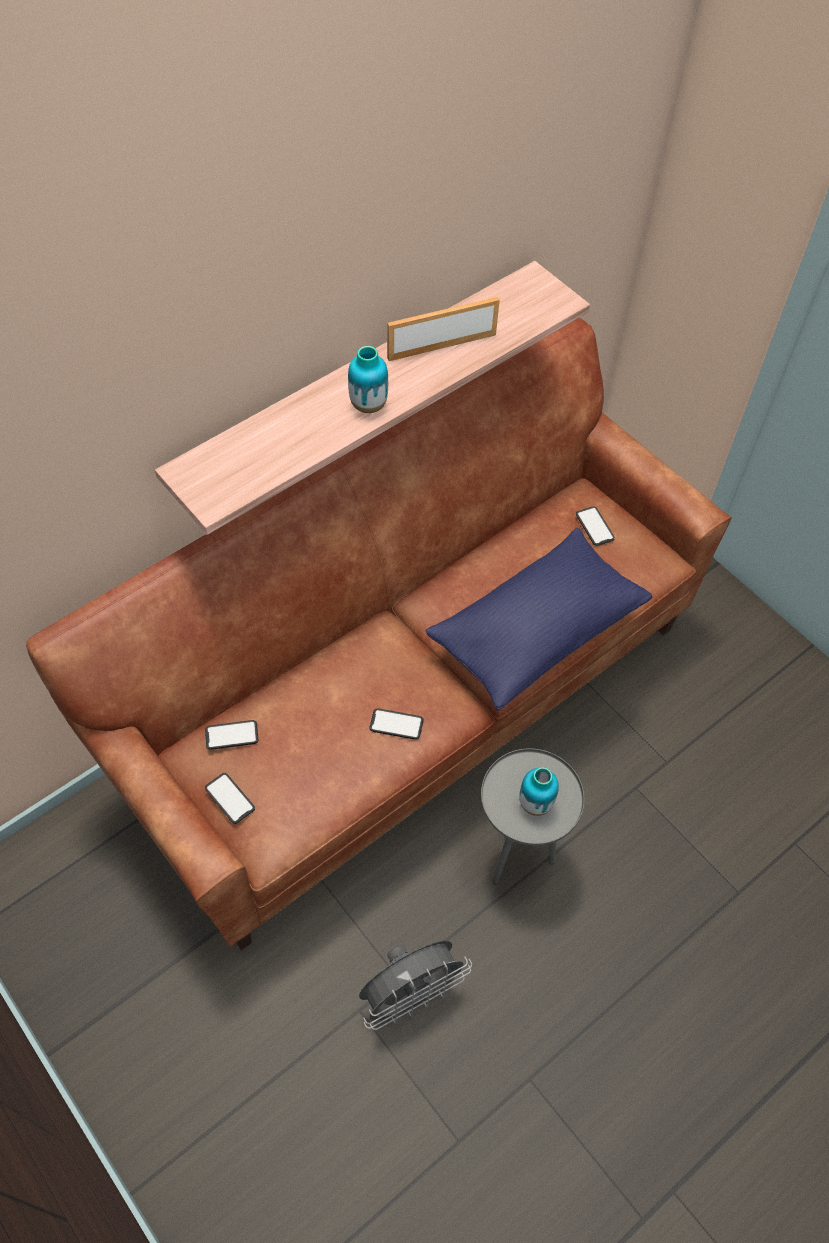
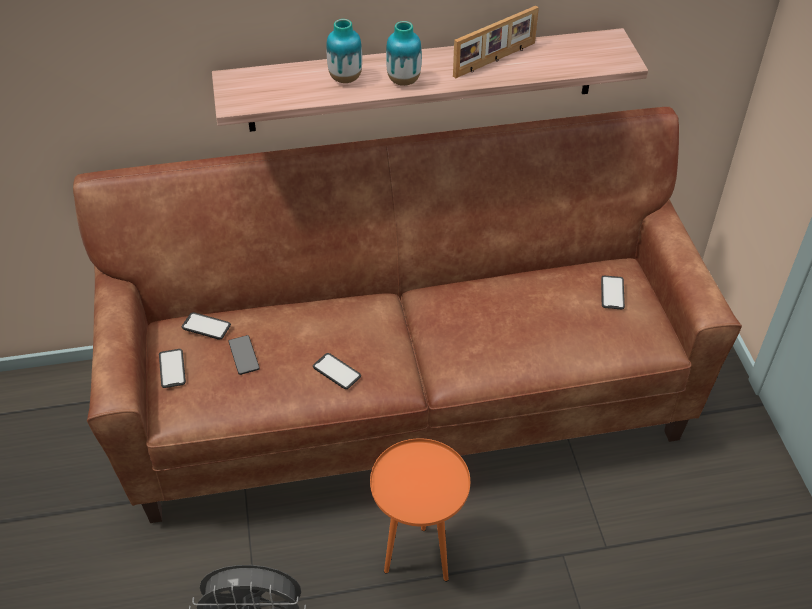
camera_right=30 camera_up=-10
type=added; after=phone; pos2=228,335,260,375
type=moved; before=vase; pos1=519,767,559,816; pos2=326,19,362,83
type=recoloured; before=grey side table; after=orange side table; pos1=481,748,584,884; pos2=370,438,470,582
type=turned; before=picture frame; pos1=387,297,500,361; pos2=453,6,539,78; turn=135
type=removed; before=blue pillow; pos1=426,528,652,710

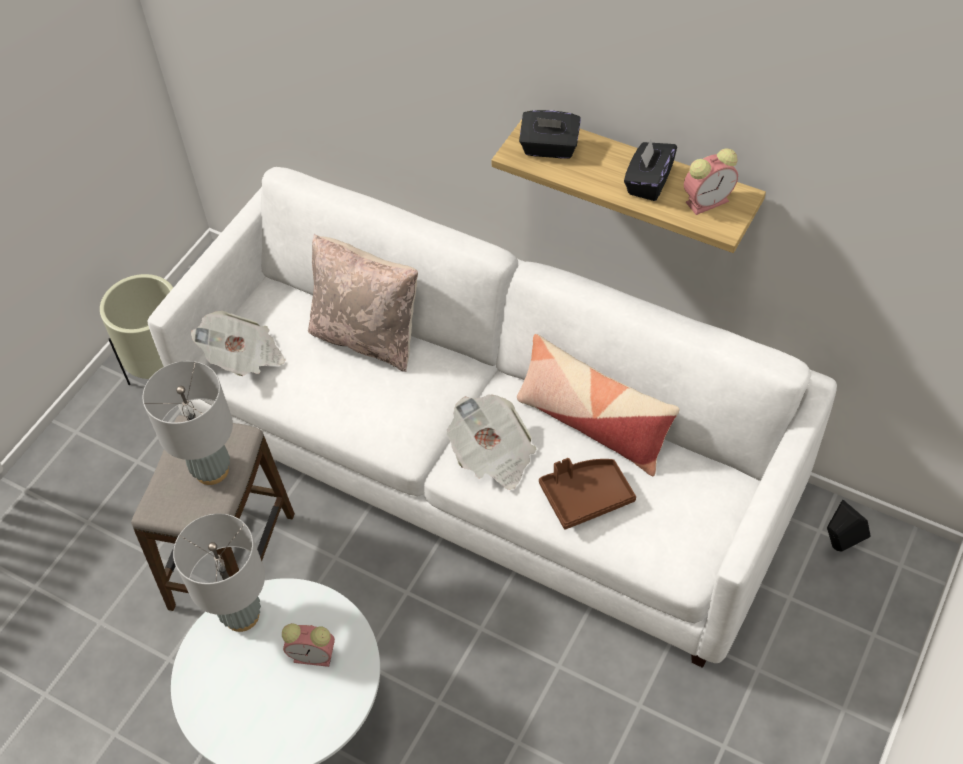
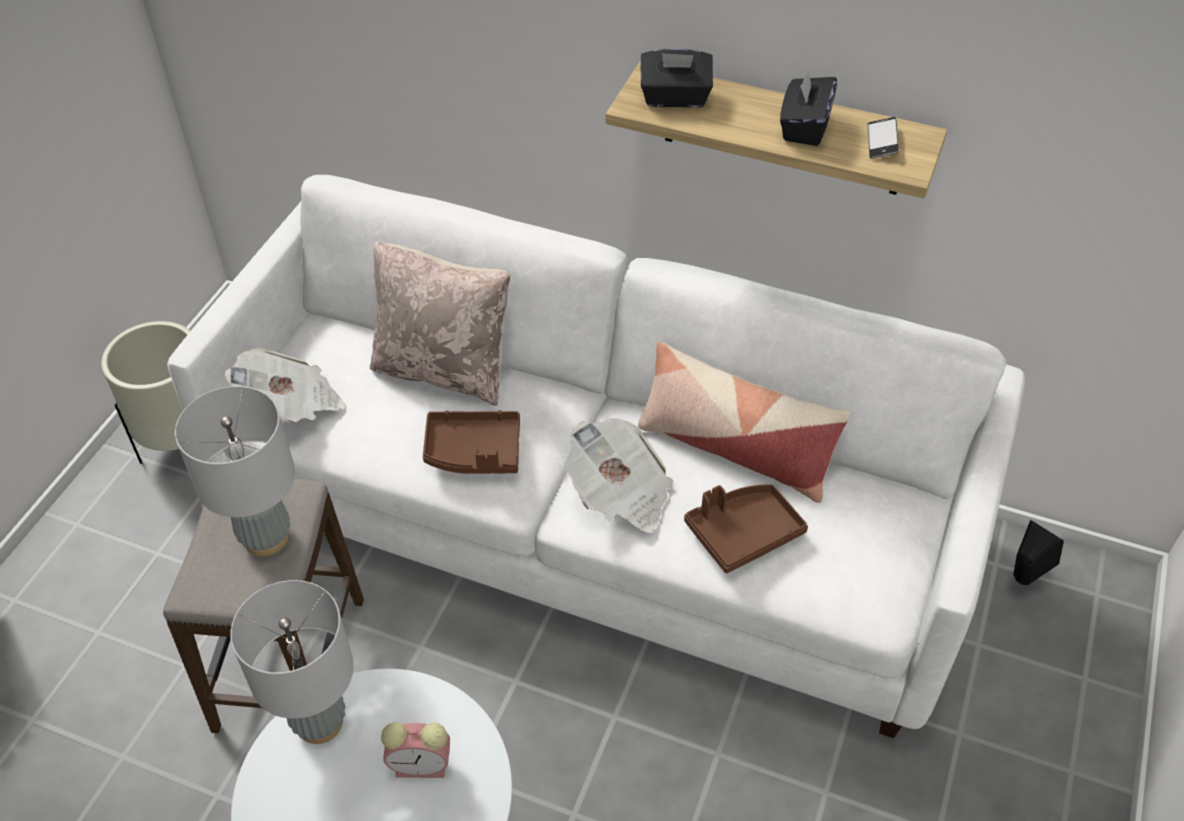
camera_right=-10 camera_up=-5
type=added; after=brown tray; pos2=423,410,520,474
type=replaced; before=alarm clock; after=phone; pos1=684,148,738,215; pos2=868,117,899,159

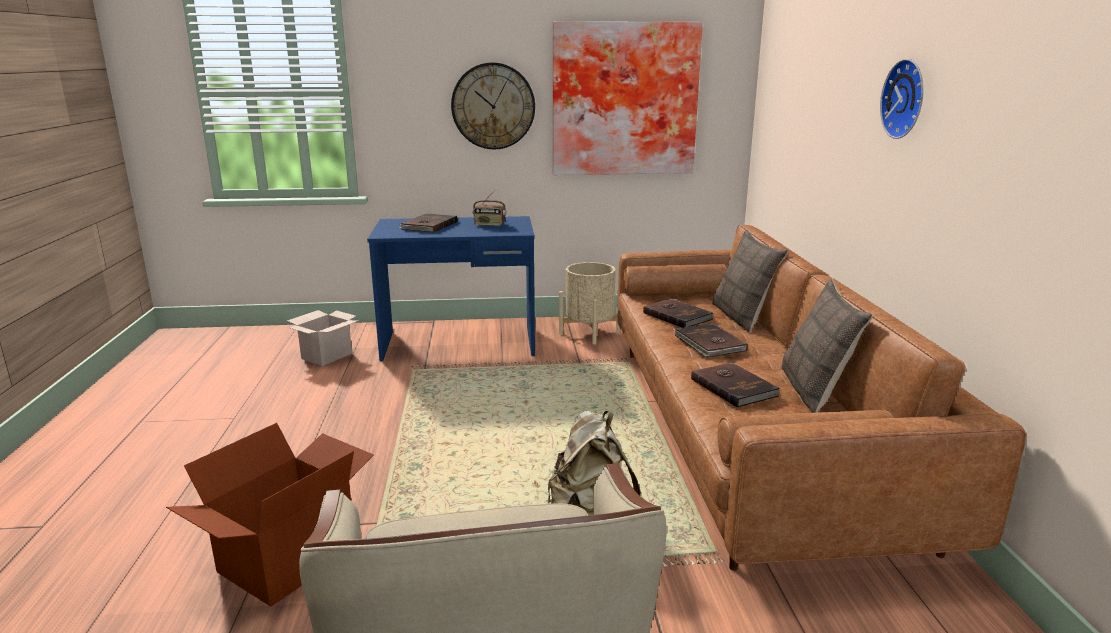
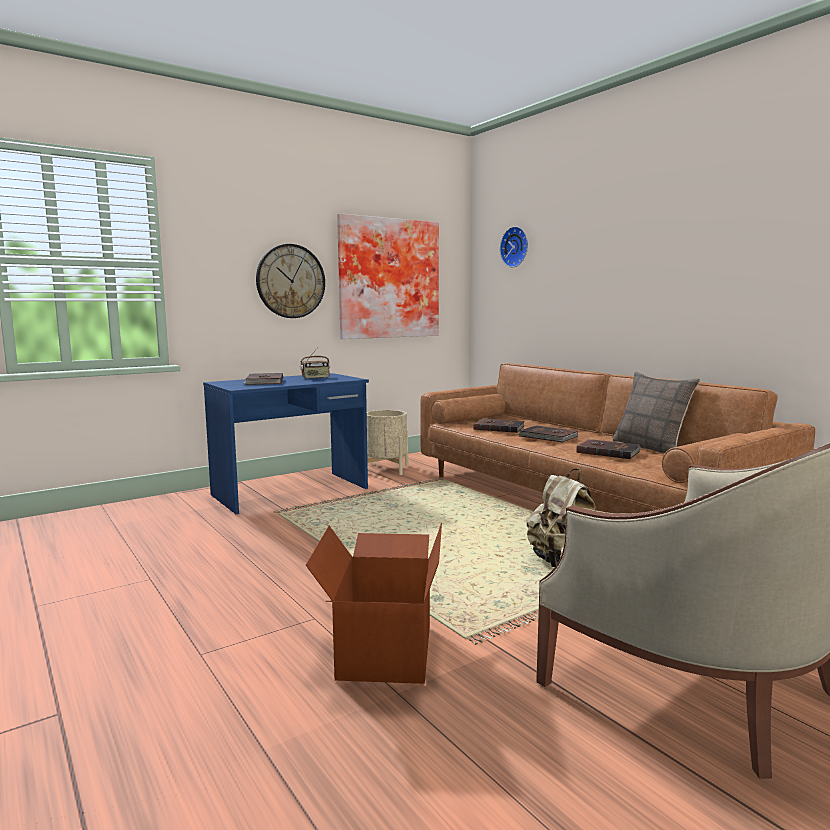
camera_right=-30 camera_up=-10
type=moved; before=wall clock; pos1=880,59,924,139; pos2=500,226,528,267
type=removed; before=cardboard box; pos1=287,310,357,366
type=removed; before=pillow; pos1=712,229,788,333

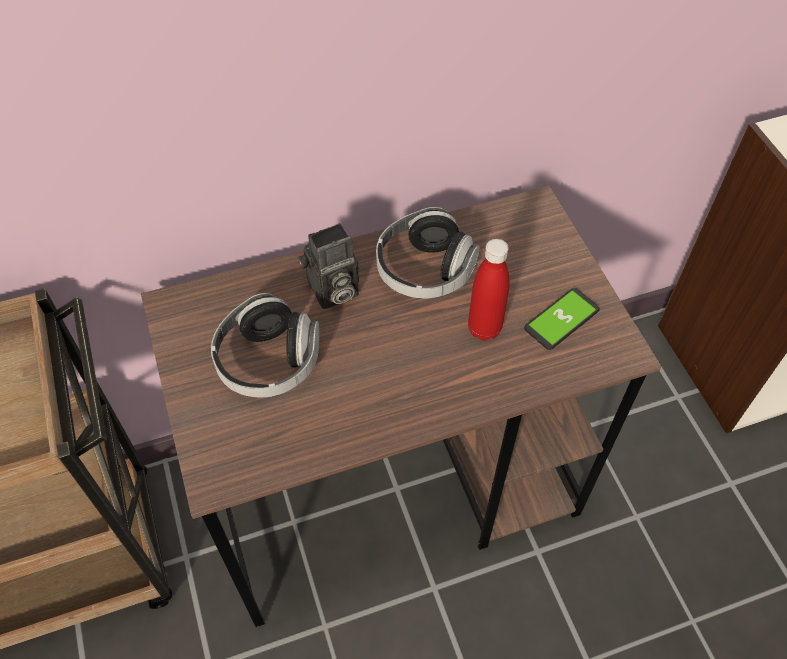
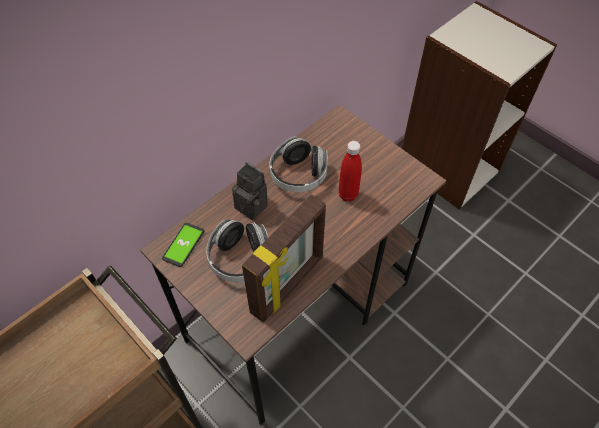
camera_right=-25 camera_up=0
type=moved; before=phone; pos1=524,288,600,350; pos2=162,223,204,267
type=turned; before=photo camera; pos1=298,223,359,309; pos2=232,162,268,220; turn=-90
type=added; after=picture frame; pos2=242,194,326,322

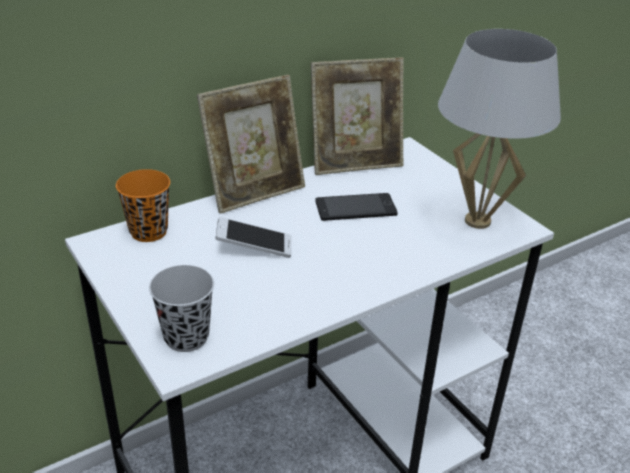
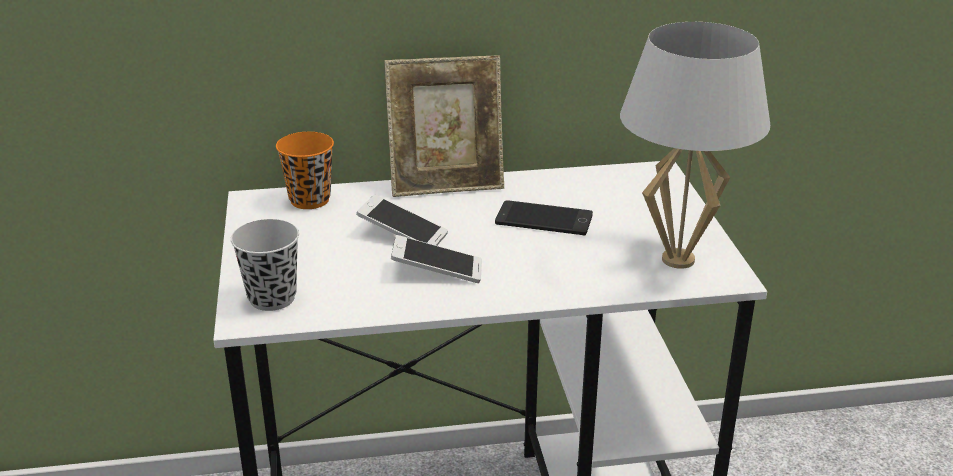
camera_right=25 camera_up=-5
type=added; after=phone; pos2=391,235,482,283
type=removed; before=picture frame; pos1=311,57,404,175

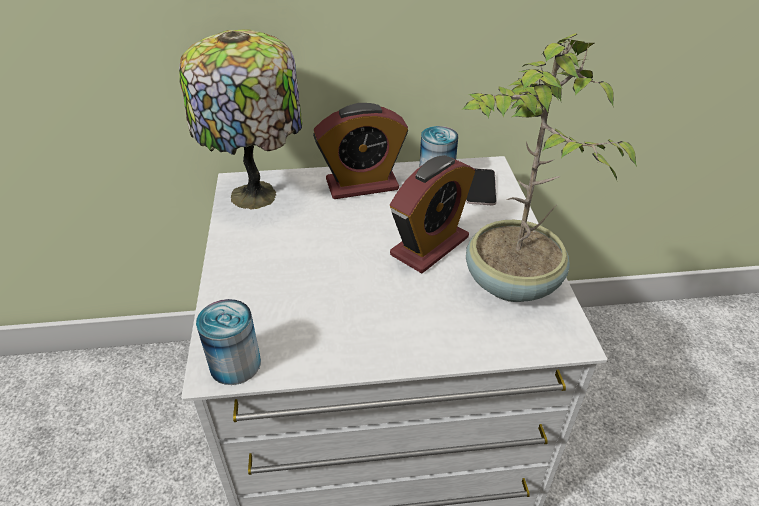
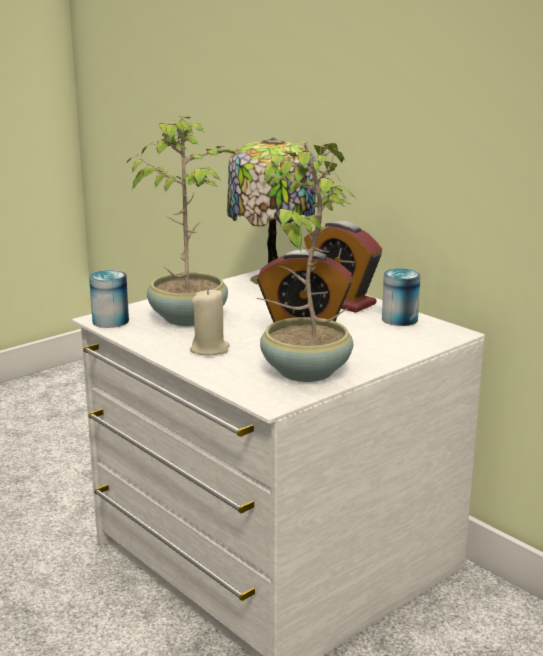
camera_right=55 camera_up=-20
type=added; after=potted plant; pos2=126,116,235,326
type=added; after=beige candle; pos2=190,288,230,356
type=removed; before=phone; pos1=466,168,497,205

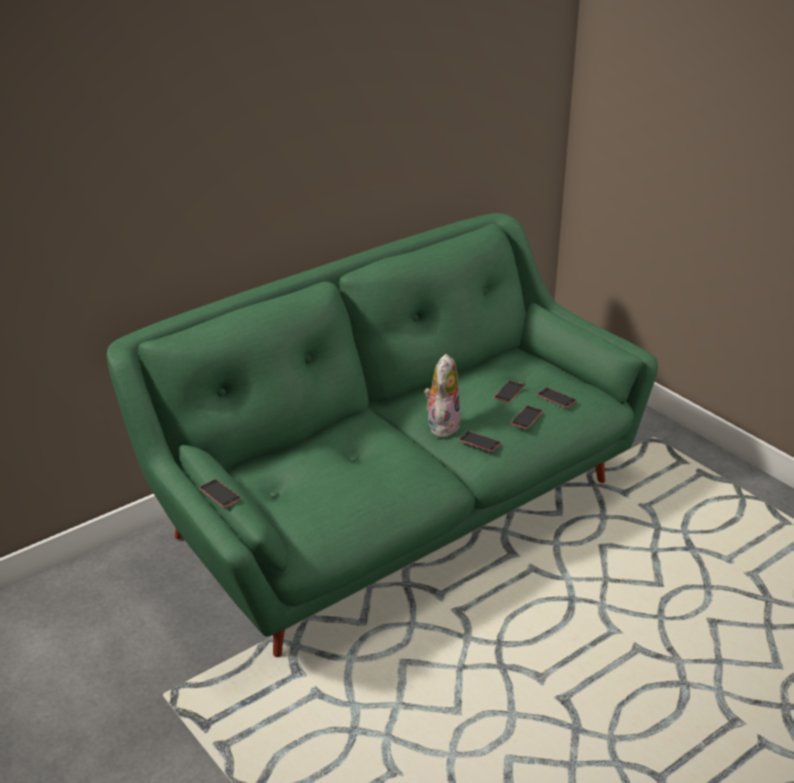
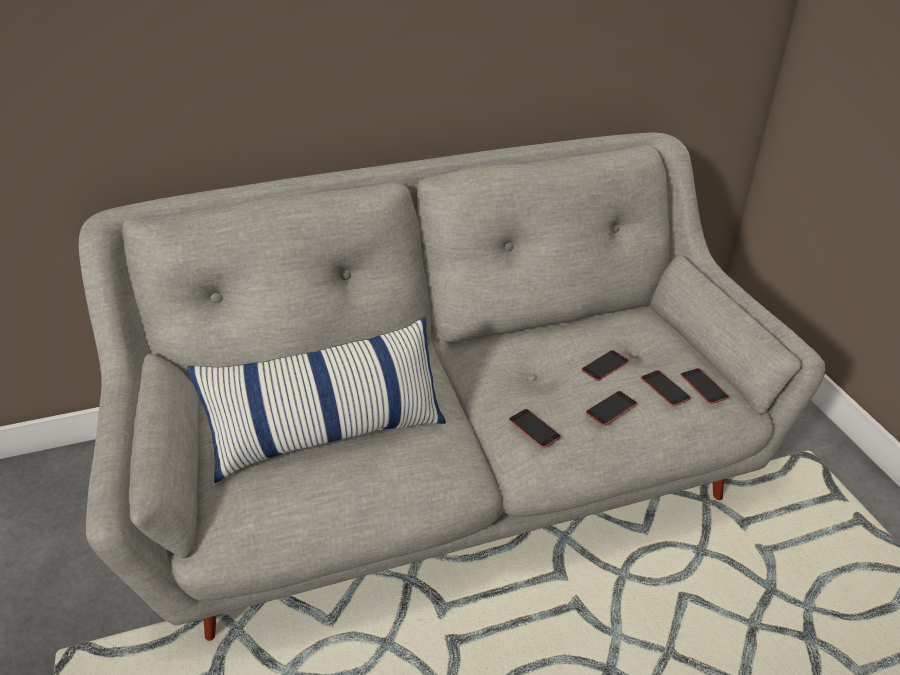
camera_right=20 camera_up=5
type=recoloured; before=green sofa; after=grey sofa; pos1=107,213,658,657; pos2=78,133,825,641
type=added; after=pillow; pos2=187,317,446,483
type=moved; before=phone; pos1=199,479,241,507; pos2=680,368,729,404
type=removed; before=plush toy; pos1=424,354,460,438

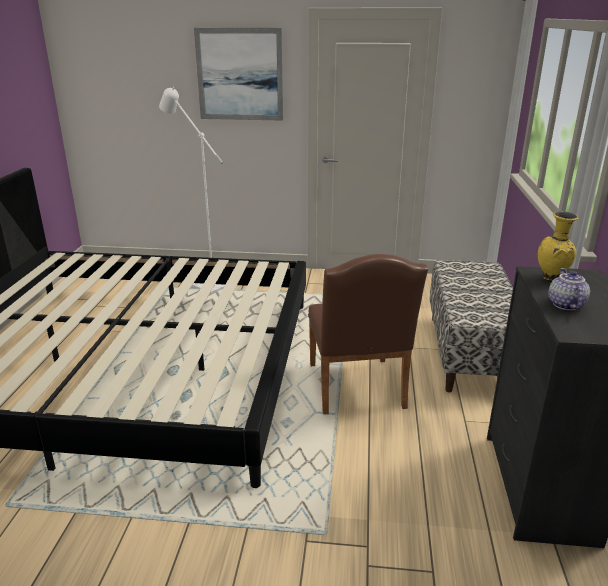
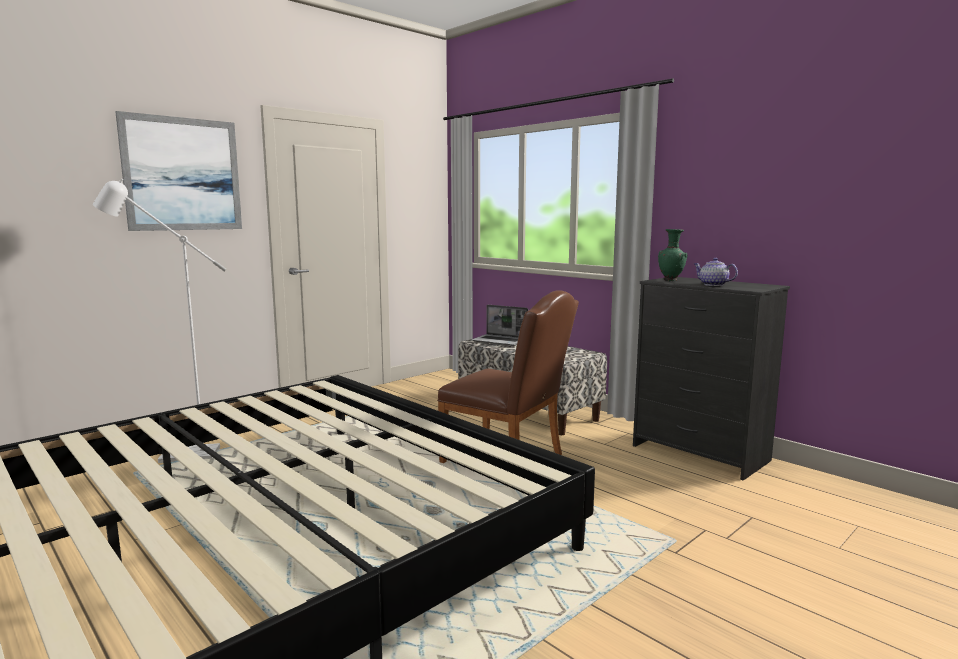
camera_right=-50 camera_up=-15
type=added; after=laptop; pos2=472,305,528,346
type=recoloured; before=yellow vase; after=green vase; pos1=538,211,578,280; pos2=658,229,687,282

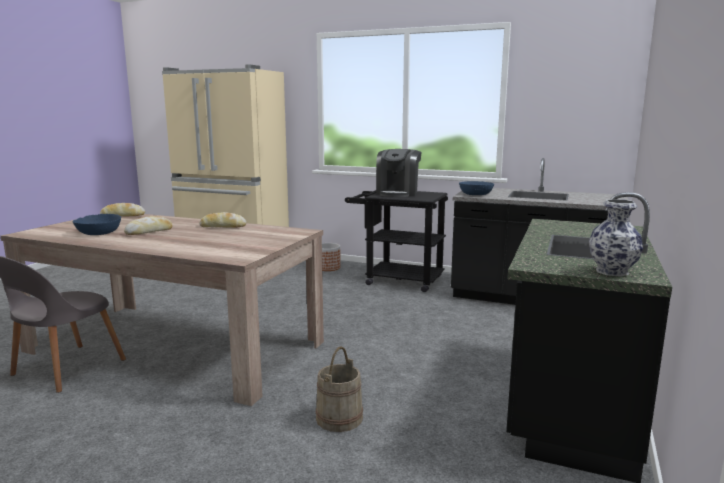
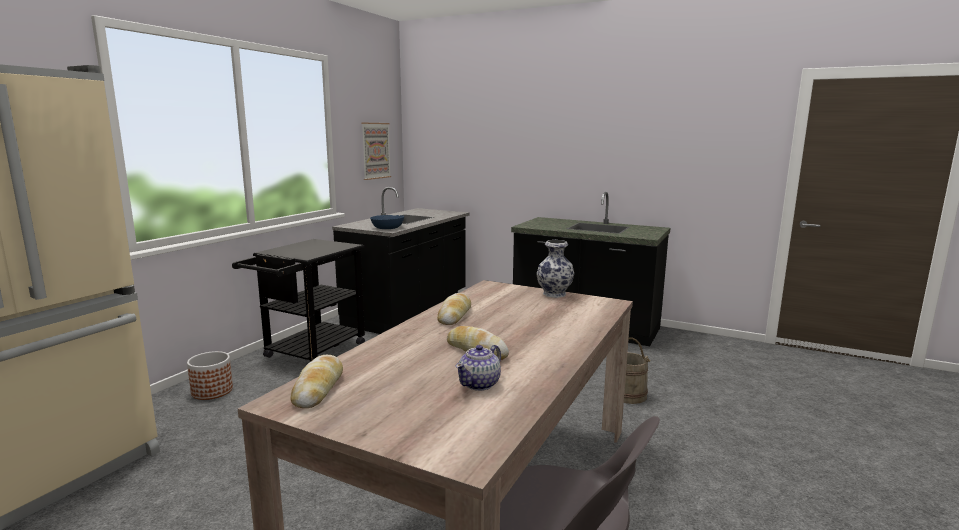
camera_right=-85 camera_up=0
type=added; after=picture; pos2=361,123,391,180
type=replaced; before=blue bowl; after=teapot; pos1=72,214,121,235; pos2=455,345,501,391
type=moved; before=vase; pos1=589,199,643,277; pos2=536,240,574,298
type=removed; before=coffee machine; pos1=376,149,422,197

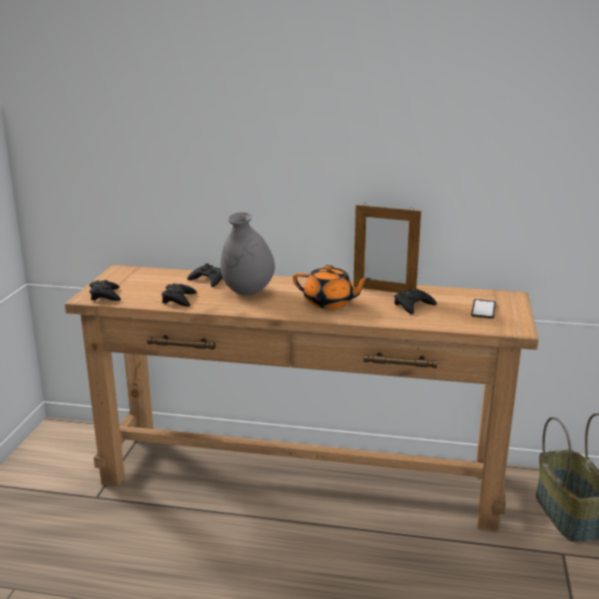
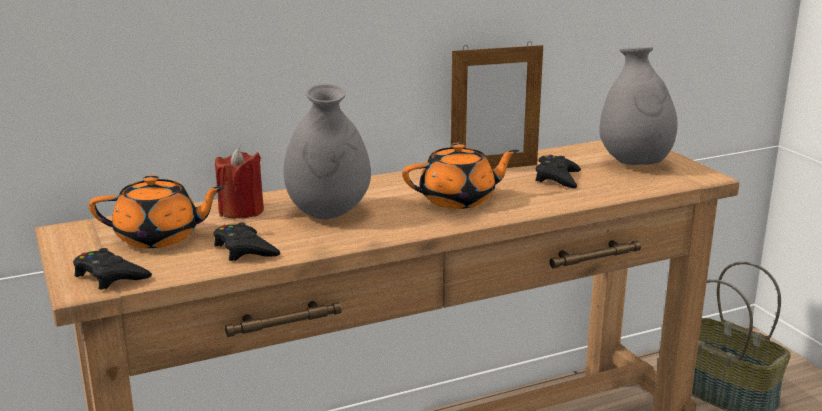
camera_right=-35 camera_up=0
type=added; after=orange teapot; pos2=89,175,225,248
type=replaced; before=black game controller; after=red candle; pos1=187,263,223,287; pos2=215,148,264,219
type=replaced; before=phone; after=grey vase; pos1=471,299,496,319; pos2=599,47,678,165

